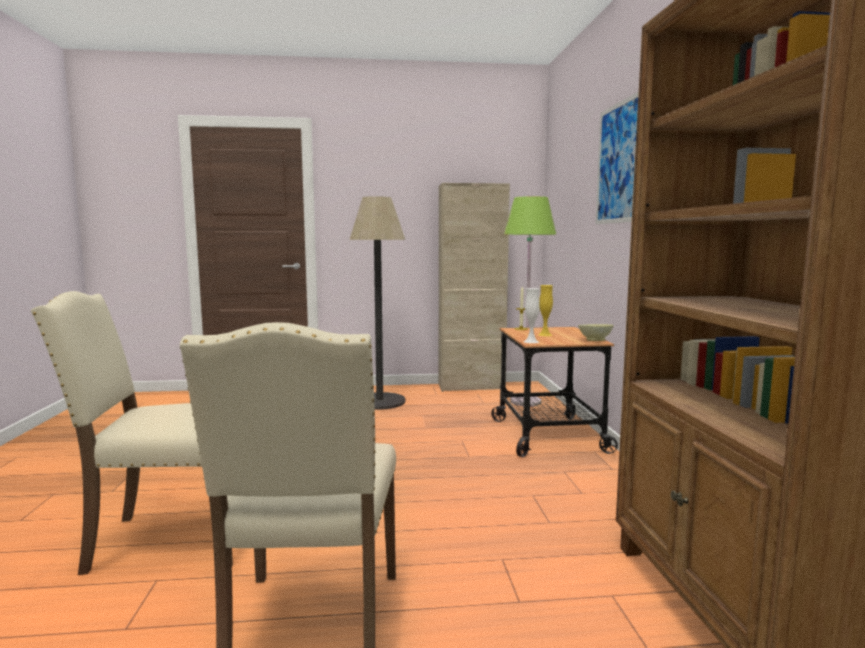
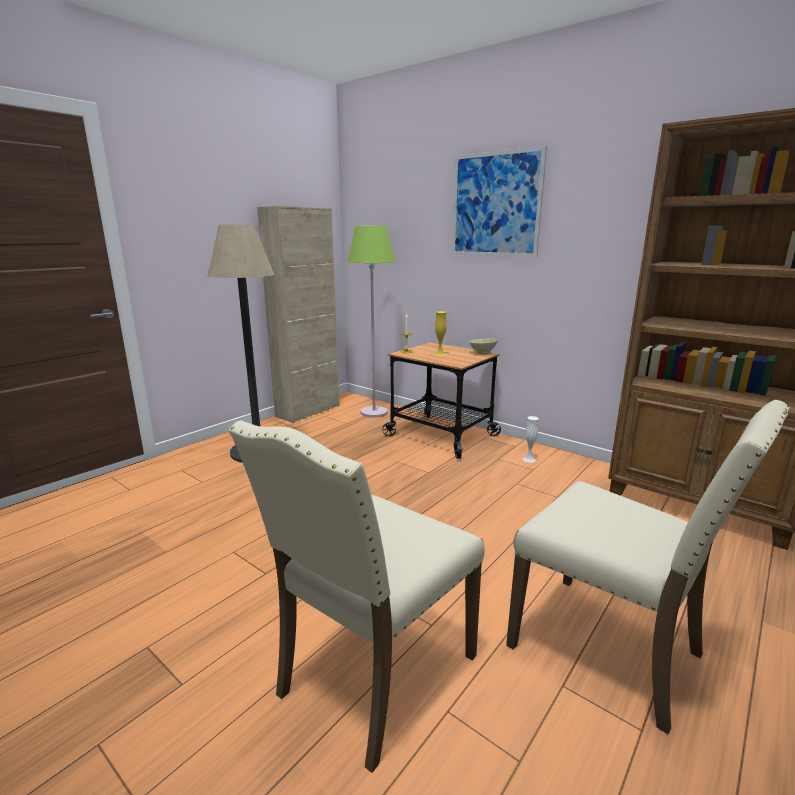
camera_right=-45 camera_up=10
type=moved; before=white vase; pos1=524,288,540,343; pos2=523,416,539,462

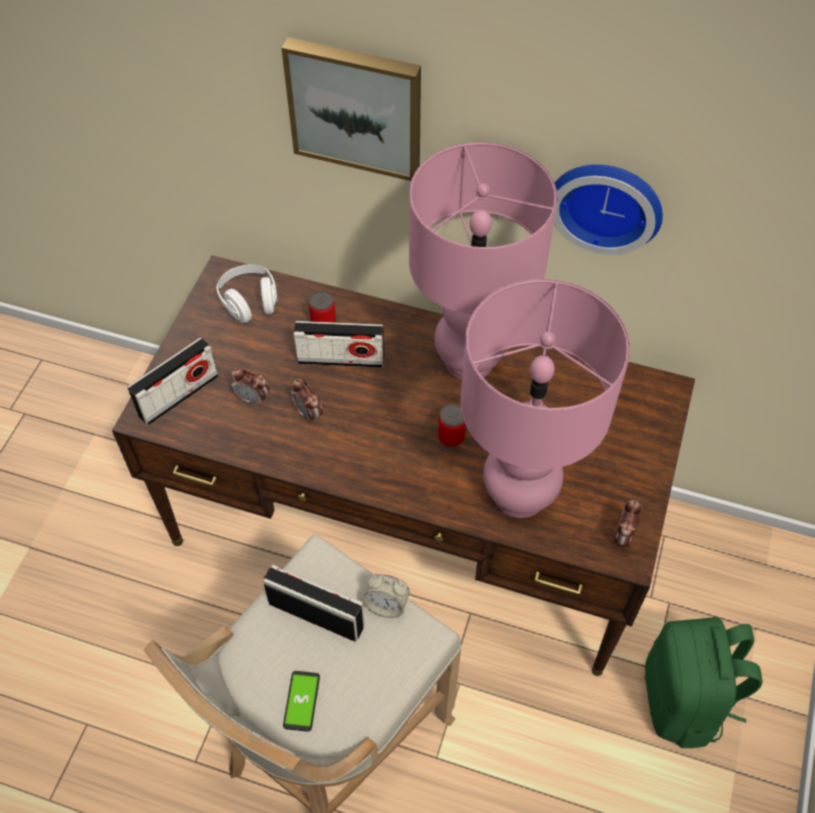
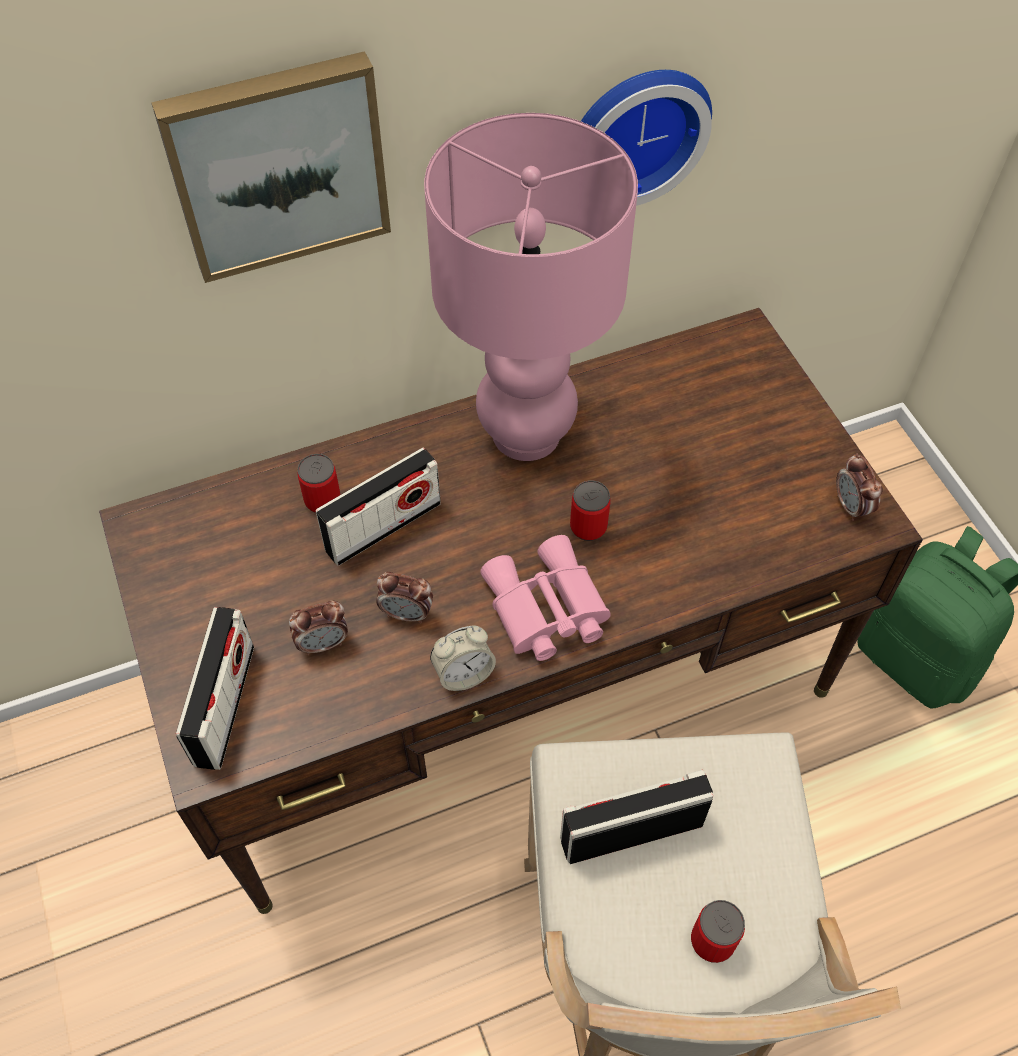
camera_right=-40 camera_up=0
type=moved; before=alarm clock; pos1=363,574,410,618; pos2=430,625,496,691
type=added; after=pink binoculars; pos2=480,535,611,661
type=replaced; before=phone; after=can; pos1=283,671,320,732; pos2=691,900,745,963
type=removed; before=white headphones; pos1=216,265,277,323
type=removed; before=pink table lamp; pos1=460,279,630,518

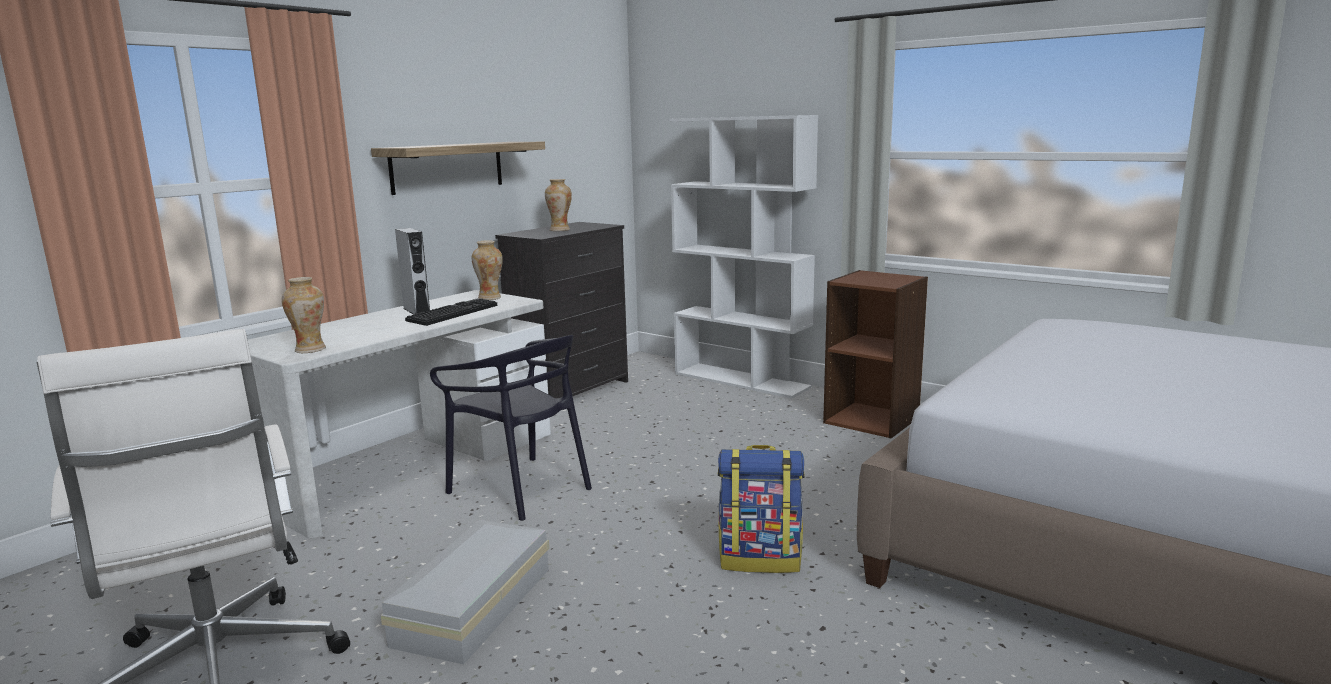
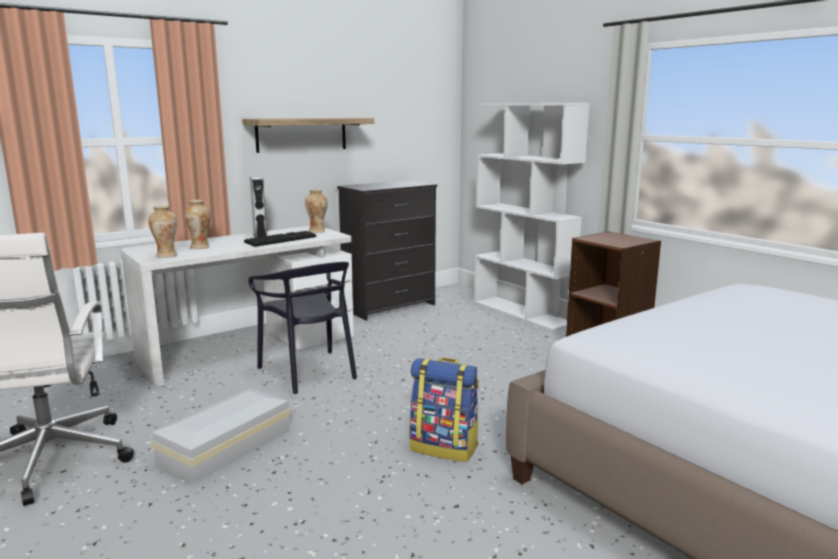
camera_right=15 camera_up=0
type=moved; before=vase; pos1=545,179,572,231; pos2=184,200,211,249

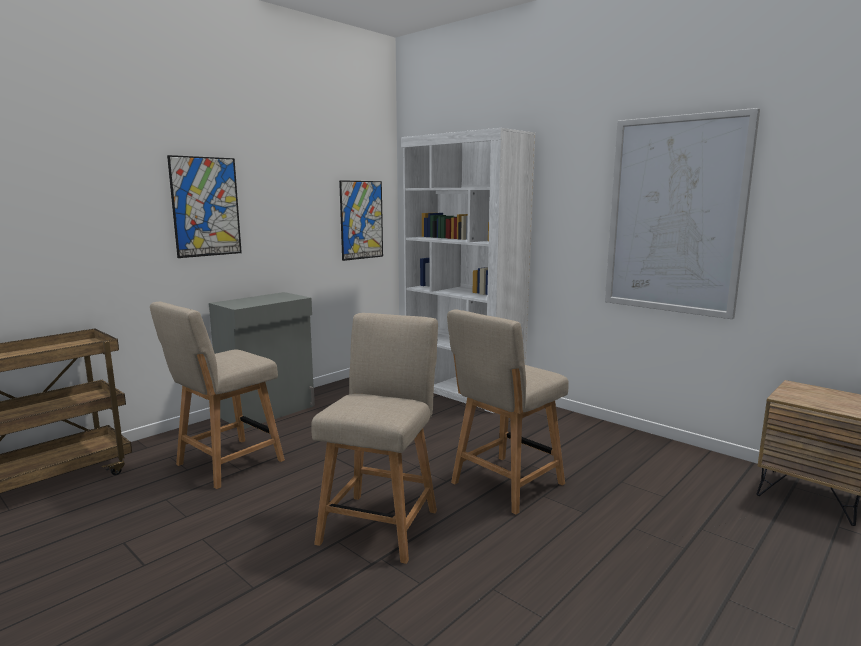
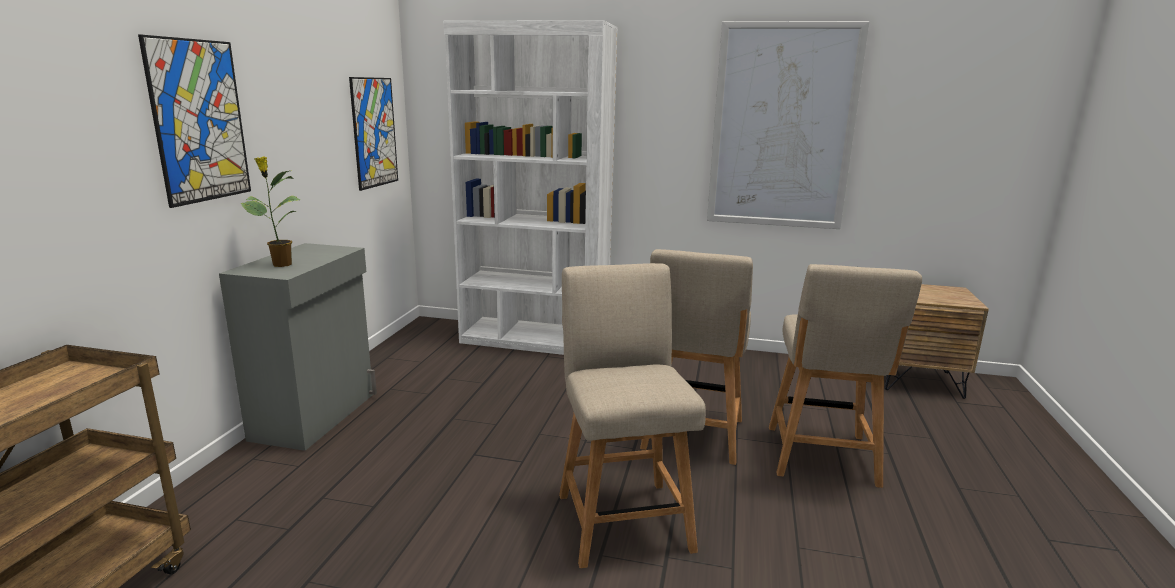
camera_right=-30 camera_up=5
type=added; after=potted plant; pos2=241,157,301,267
type=moved; before=beige chair; pos1=150,302,285,489; pos2=769,264,922,488

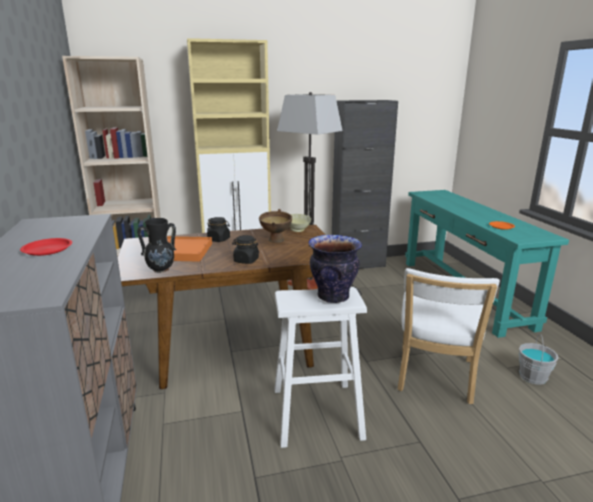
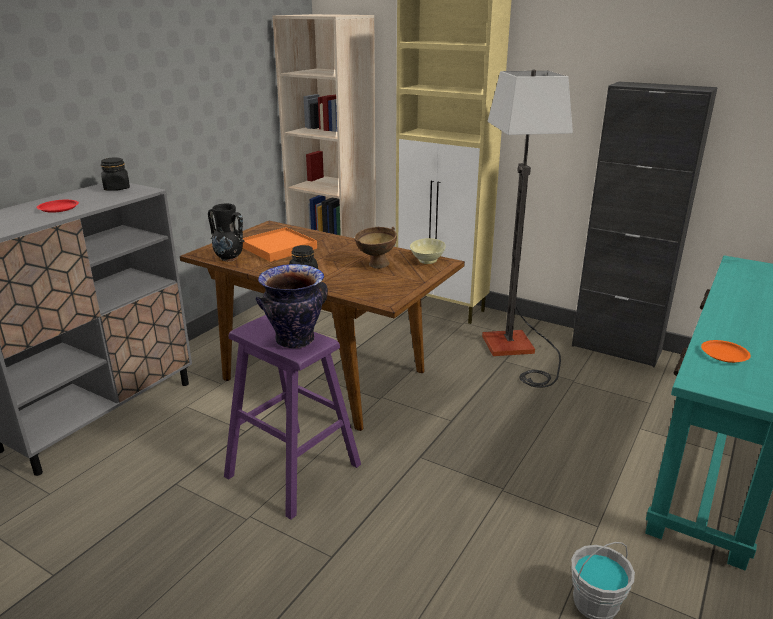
camera_right=45 camera_up=5
type=moved; before=black jar; pos1=207,217,230,242; pos2=100,158,130,191
type=recoloured; before=white stool; after=purple stool; pos1=274,287,367,448; pos2=224,315,361,520
type=removed; before=white chair; pos1=397,268,500,404

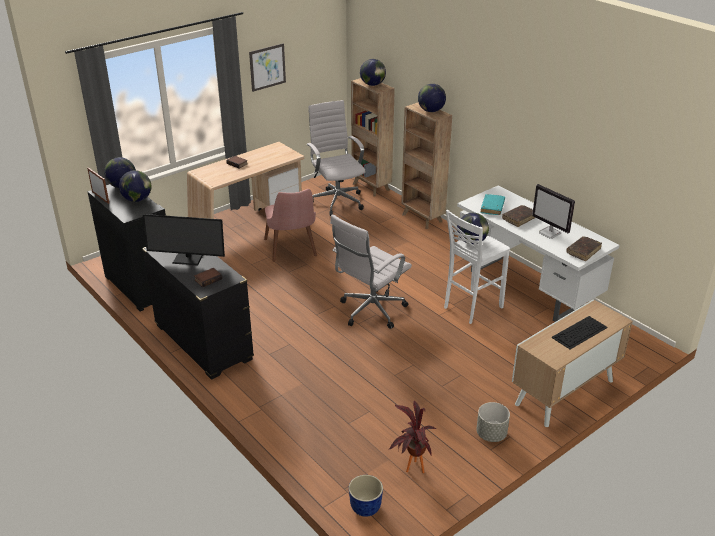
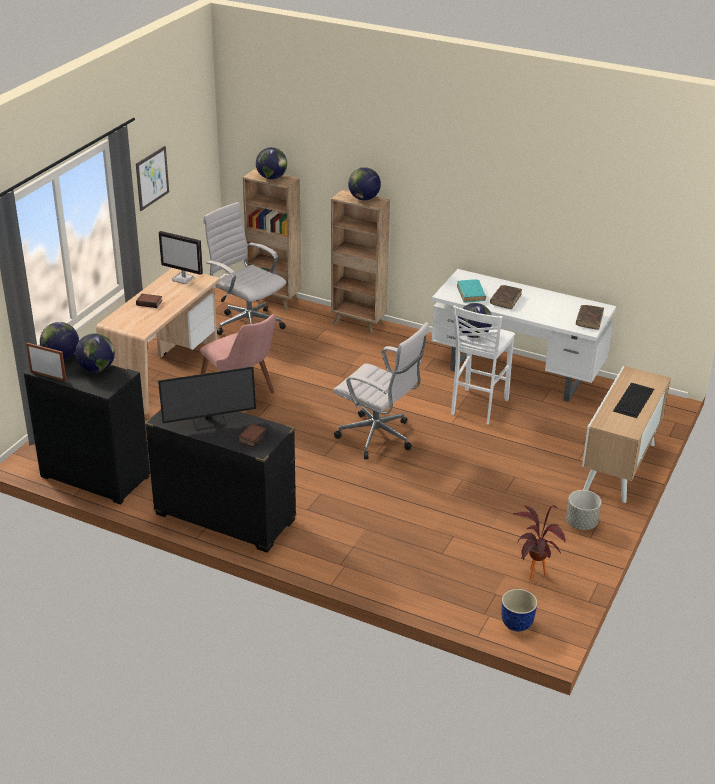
camera_right=-25 camera_up=0
type=moved; before=monitor; pos1=532,184,575,239; pos2=159,231,203,284
type=turned; before=white office chair; pos1=330,214,412,329; pos2=333,322,429,459; turn=-75

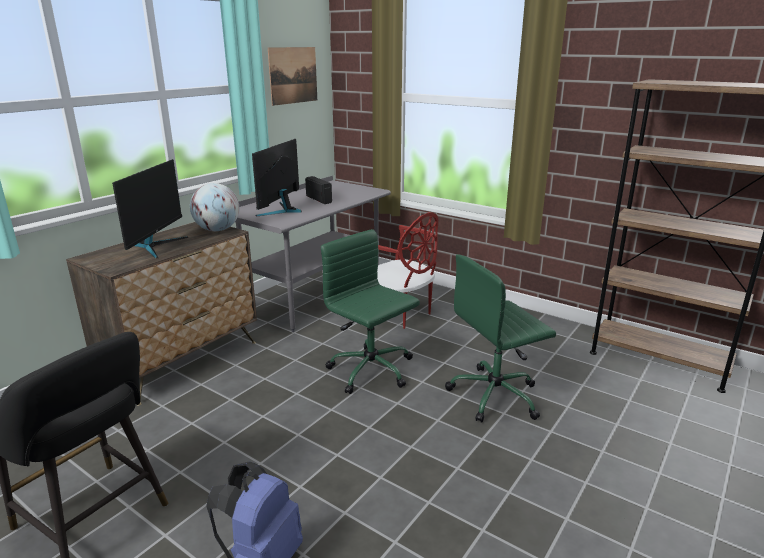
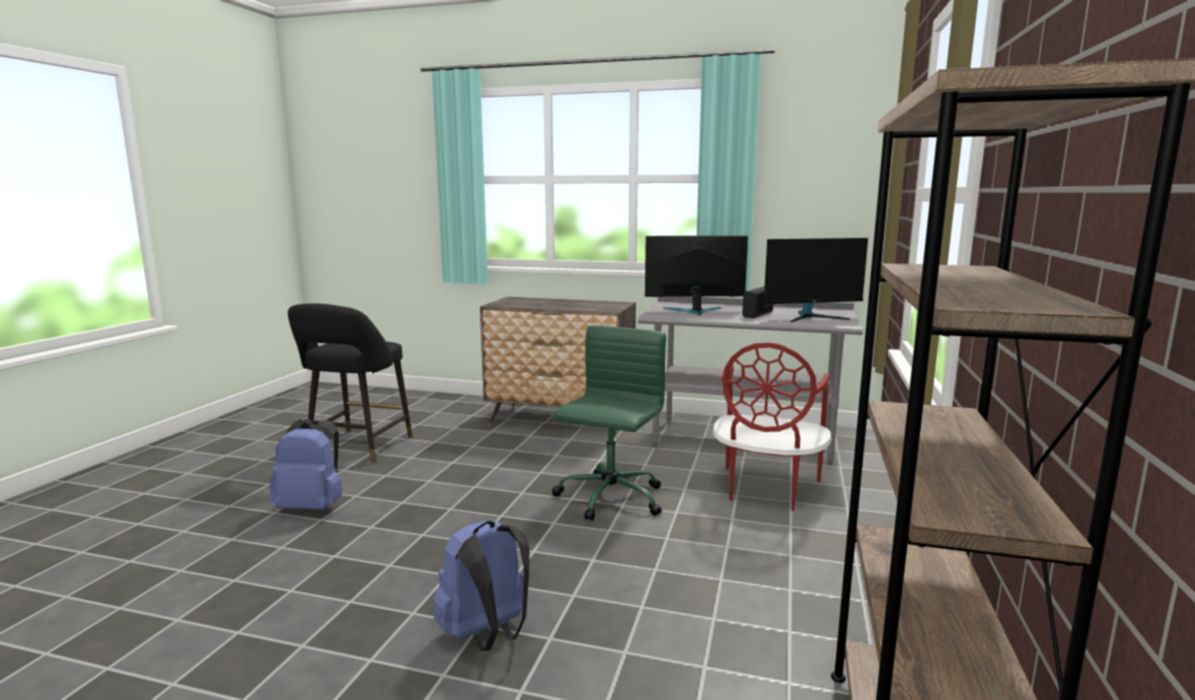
camera_right=70 camera_up=-10
type=added; after=blue backpack; pos2=434,520,530,651
type=moved; before=monitor; pos1=112,159,188,258; pos2=764,238,868,322
type=removed; before=globe; pos1=190,183,239,231
type=removed; before=picture; pos1=268,47,317,106
type=removed; before=green office chair; pos1=445,254,556,423

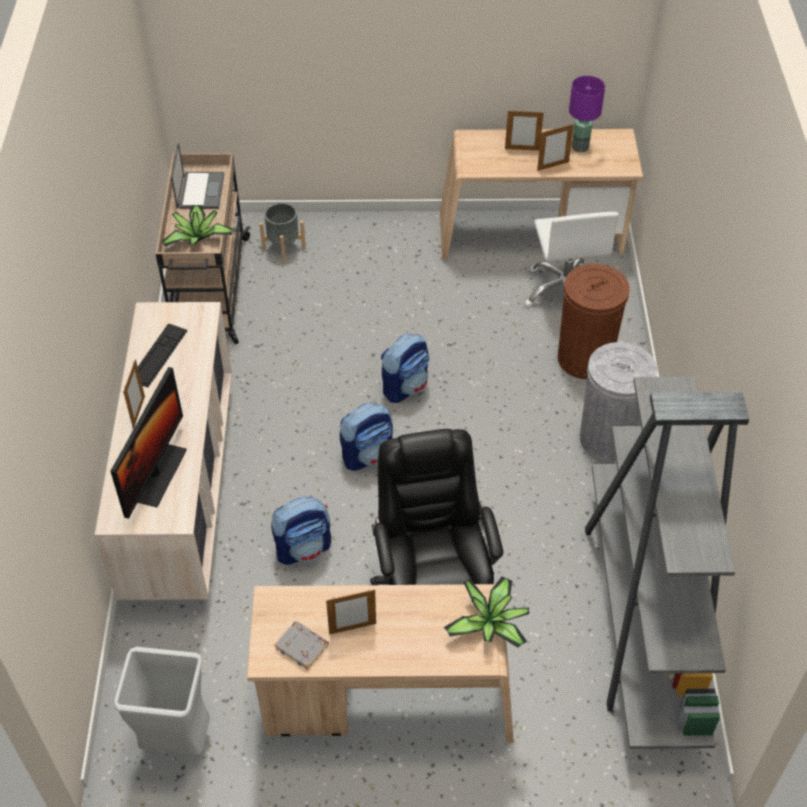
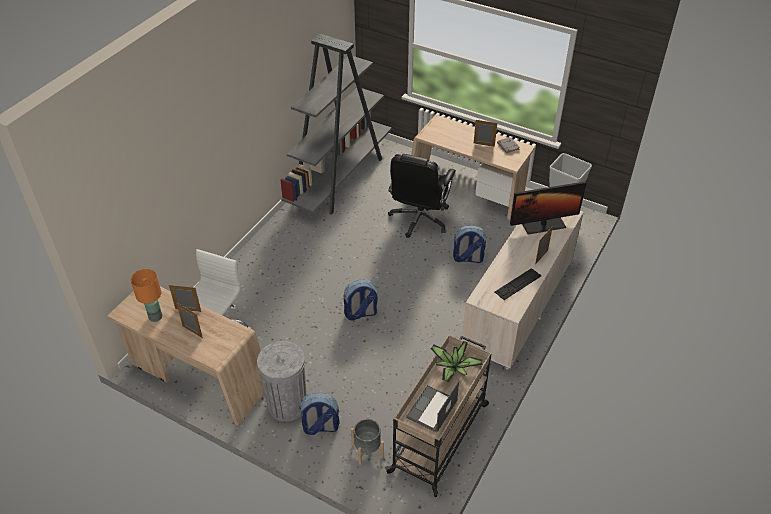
camera_right=-150 camera_up=-5
type=recoloured; before=purple table lamp; after=orange table lamp; pos1=569,76,605,152; pos2=131,269,162,322
type=moved; before=grey trash can; pos1=580,342,658,461; pos2=257,341,307,421
type=moved; before=backpack; pos1=340,402,393,471; pos2=299,393,340,435
type=turned; before=monitor; pos1=110,367,187,519; pos2=510,181,586,235; turn=-150
type=removed; before=potted plant; pos1=444,576,529,648
type=removed; before=brown trash can; pos1=558,264,630,379

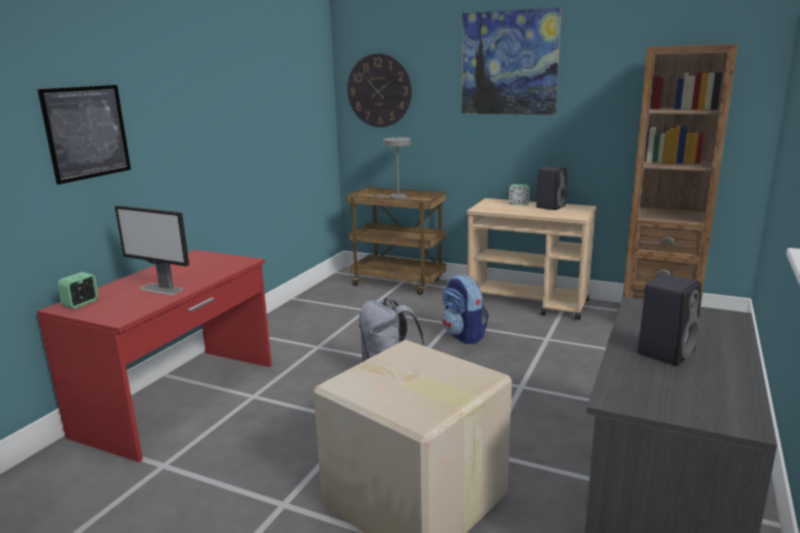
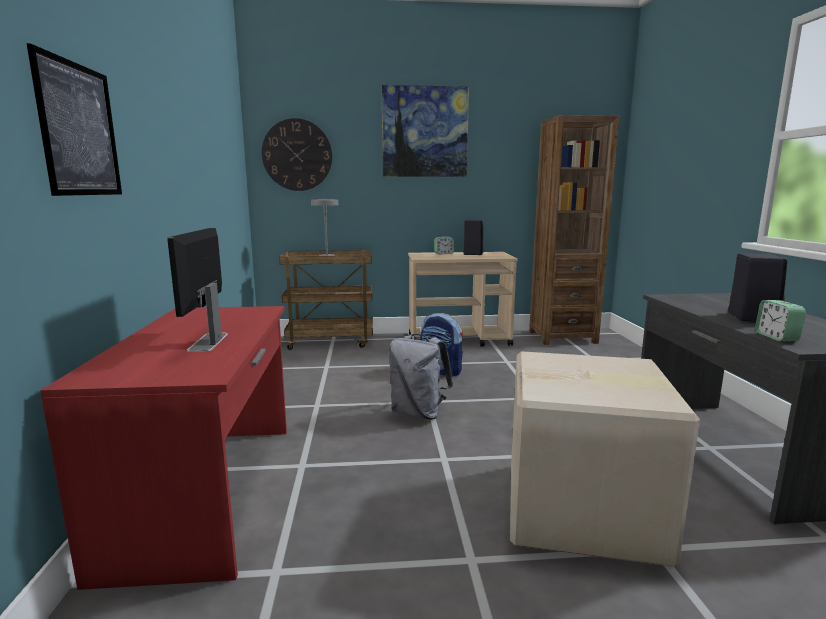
camera_right=-30 camera_up=-5
type=turned; before=monitor; pos1=115,205,189,295; pos2=167,228,228,352; turn=90
type=moved; before=alarm clock; pos1=58,272,98,309; pos2=755,300,806,342

